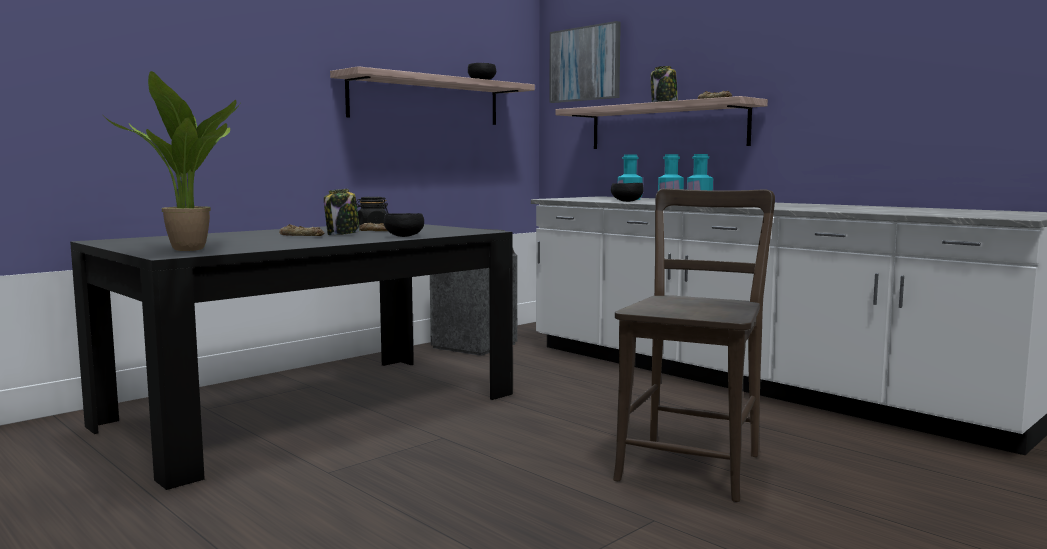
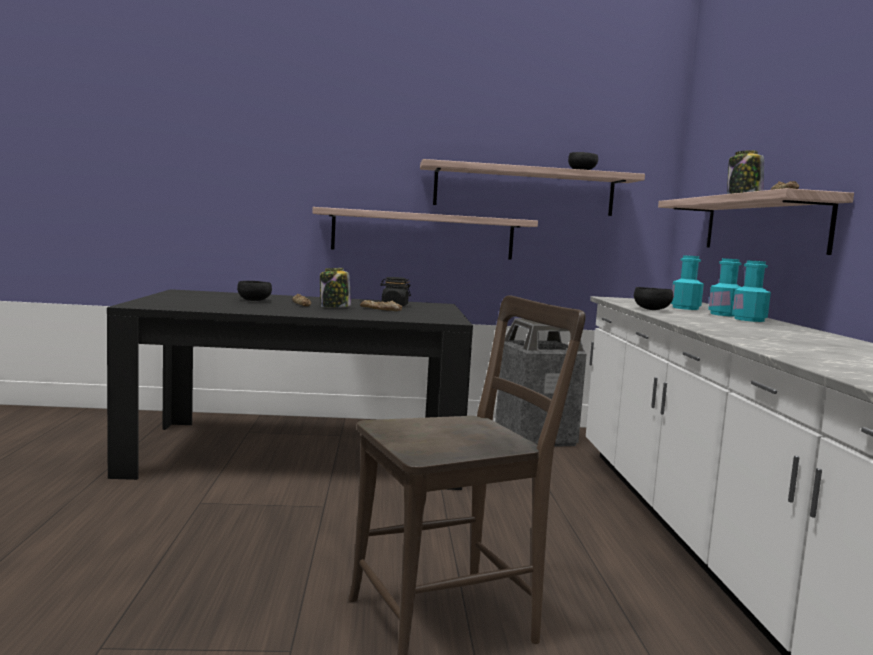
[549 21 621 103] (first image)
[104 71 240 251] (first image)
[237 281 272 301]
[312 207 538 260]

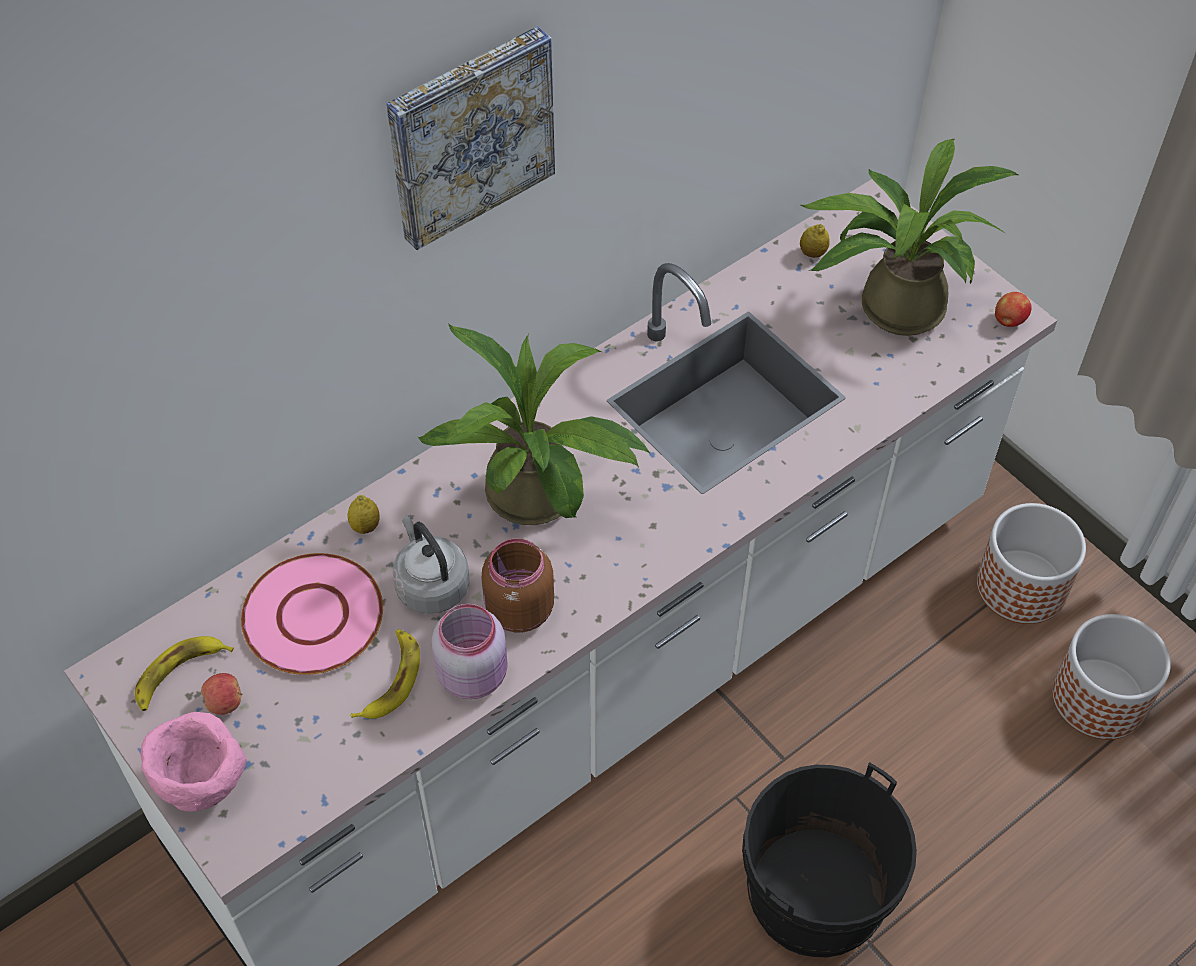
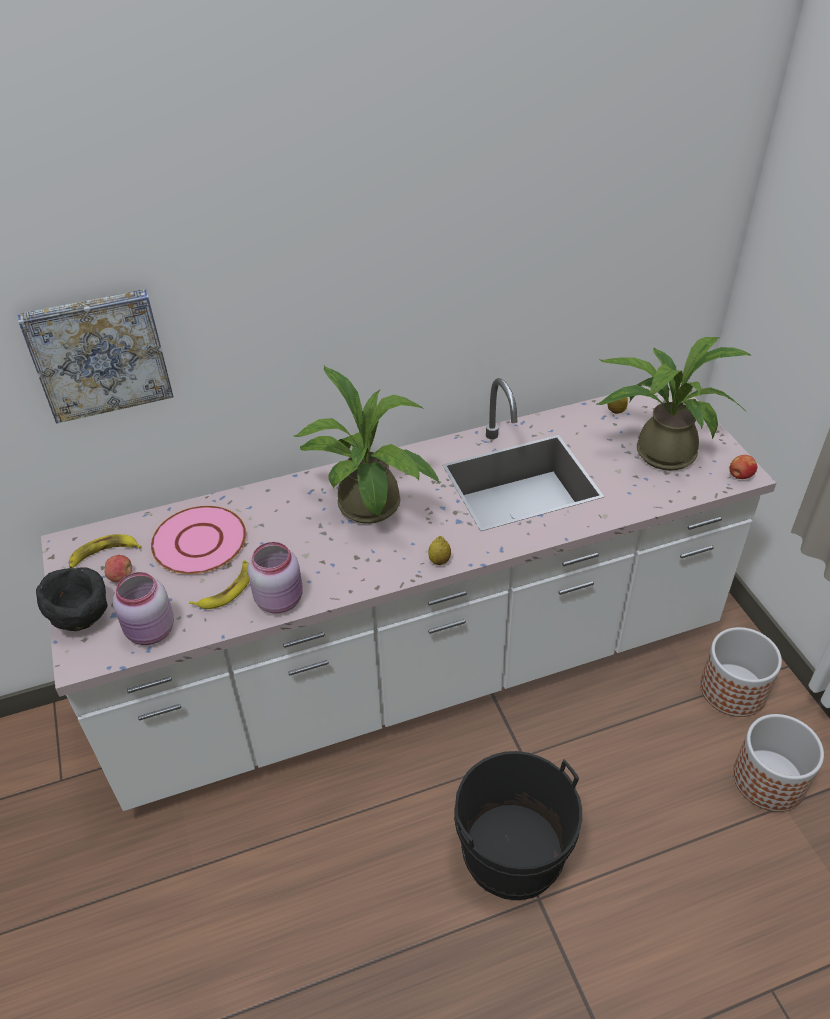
[18 289 174 424]
[428 536 451 565]
[393 516 469 614] (first image)
[482 538 554 633] (first image)
[36 567 108 631]
[113 572 174 645]

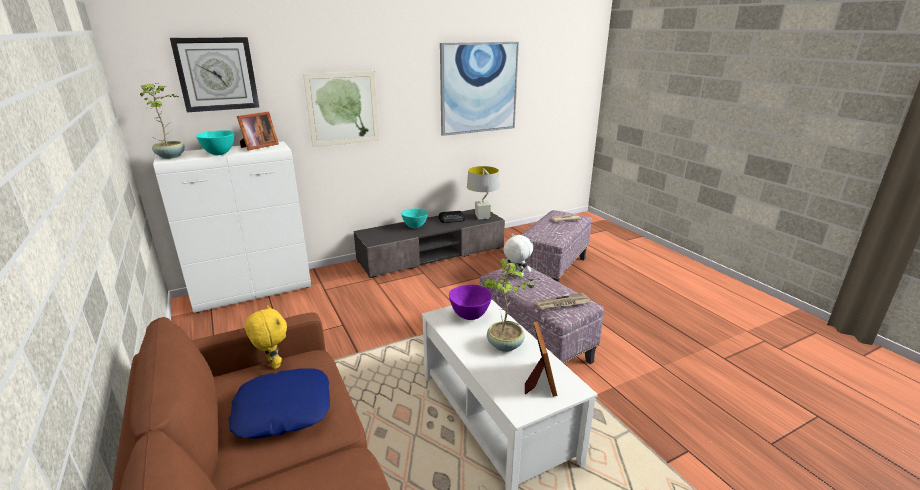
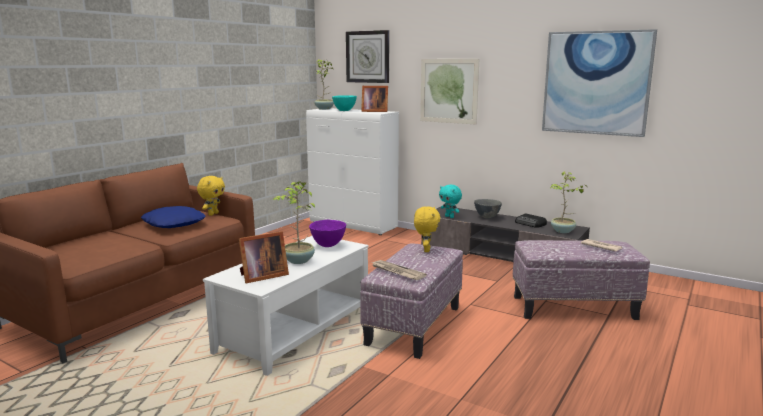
[550 171 588 233]
[474 199 502 218]
[414 206 440 252]
[439 185 462 218]

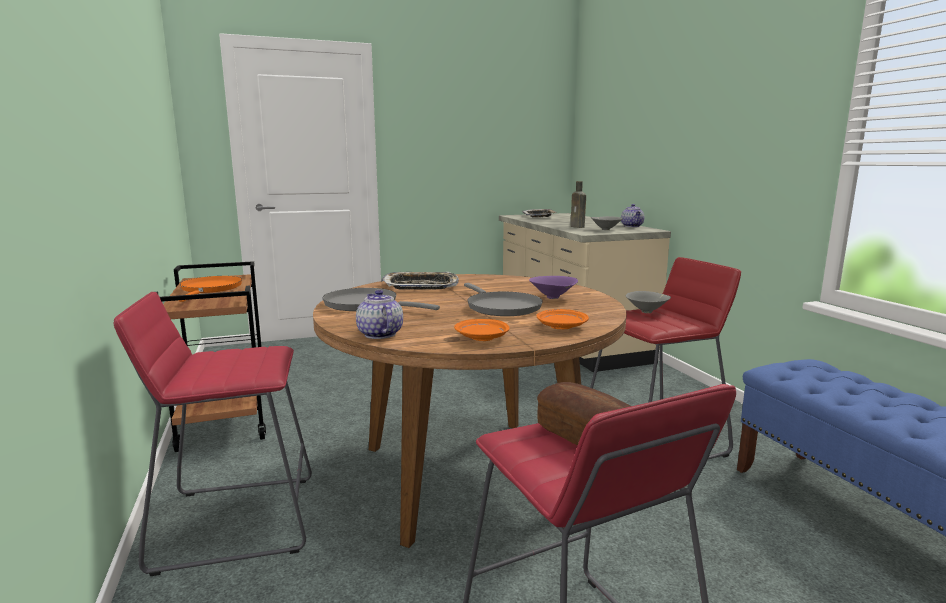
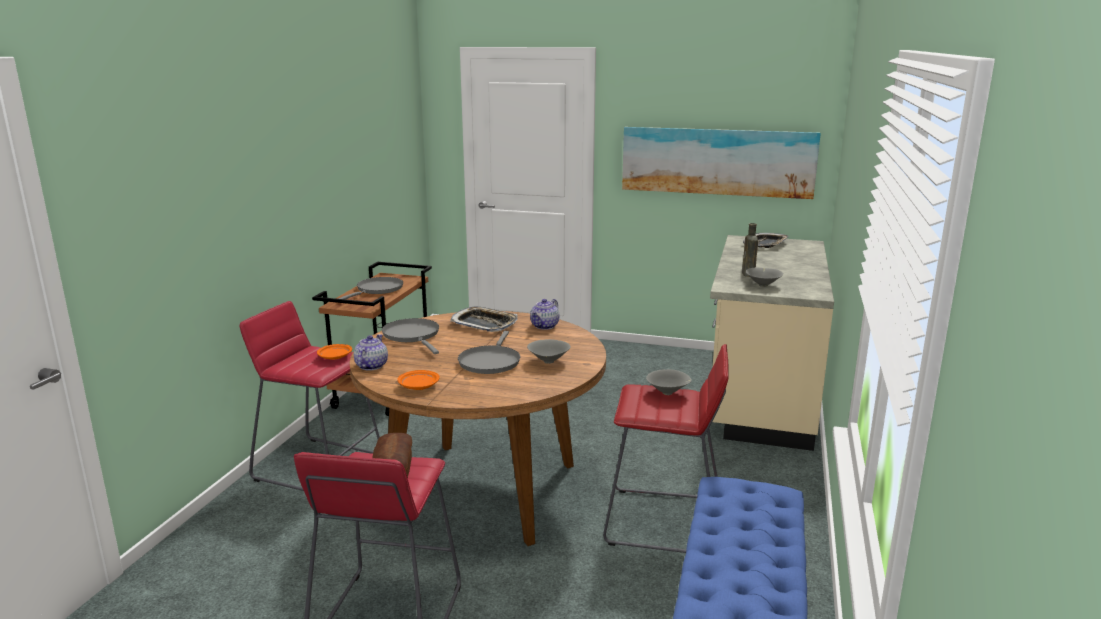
[530 299 559 330]
[338 277 403 299]
[527 339 571 364]
[317 344 352 360]
[622 127 821 199]

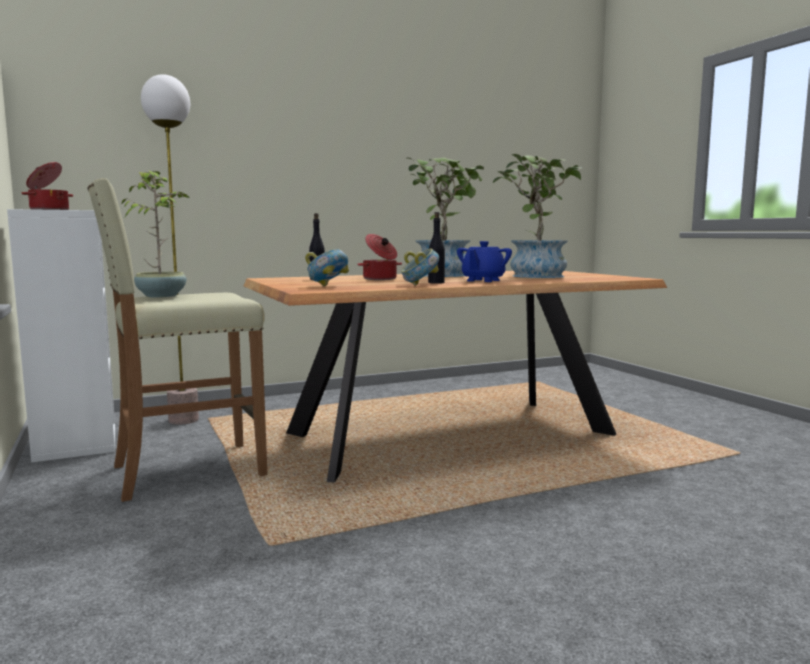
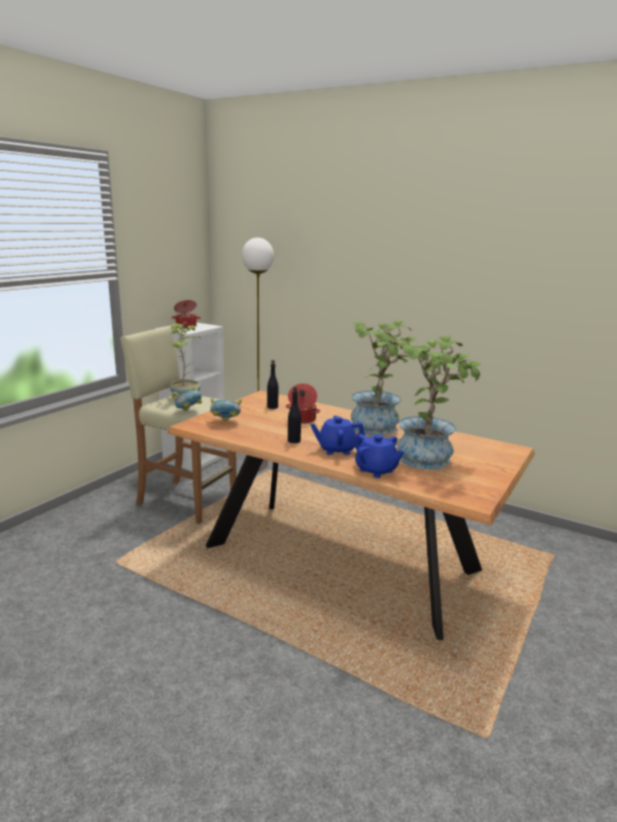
[172 387 202 411]
[354 434 404 478]

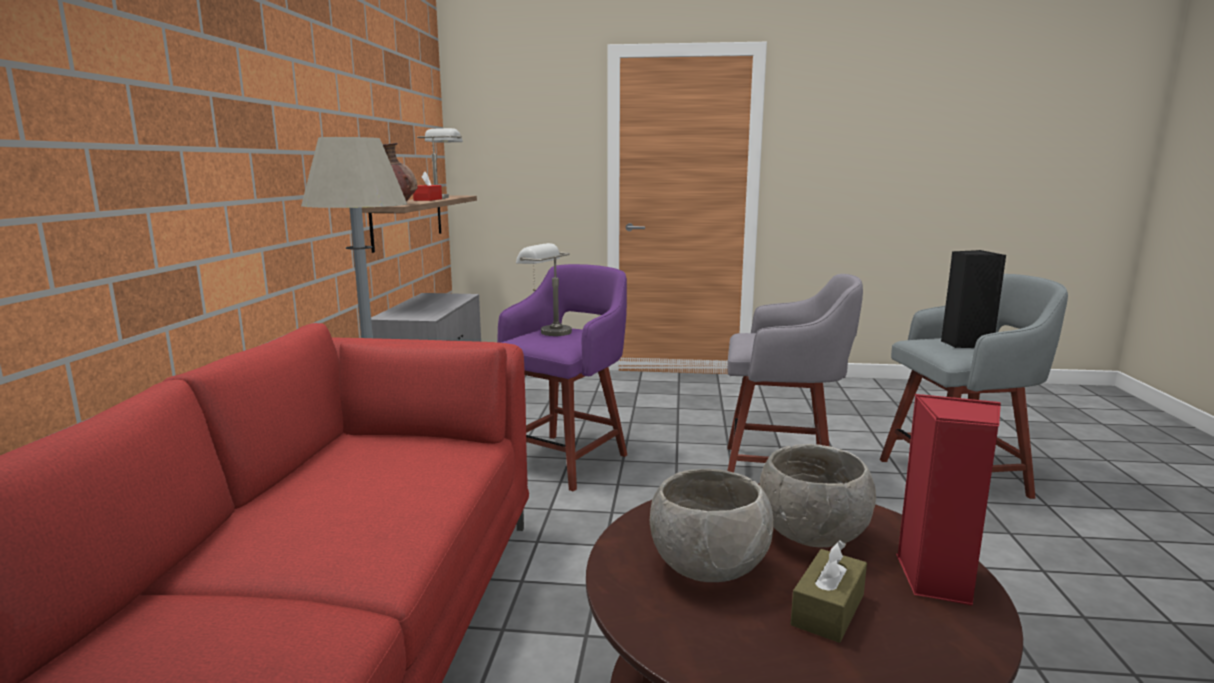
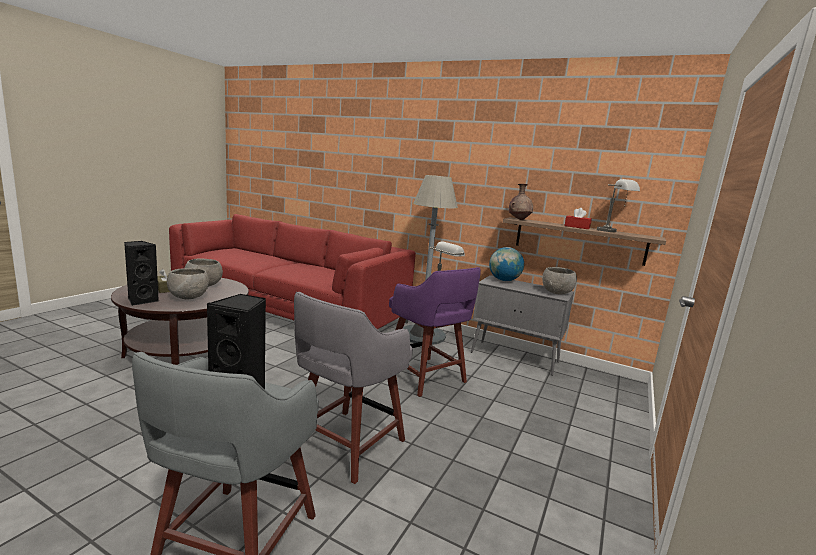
[124 241 159 306]
[489 247 524 281]
[542 267 577 294]

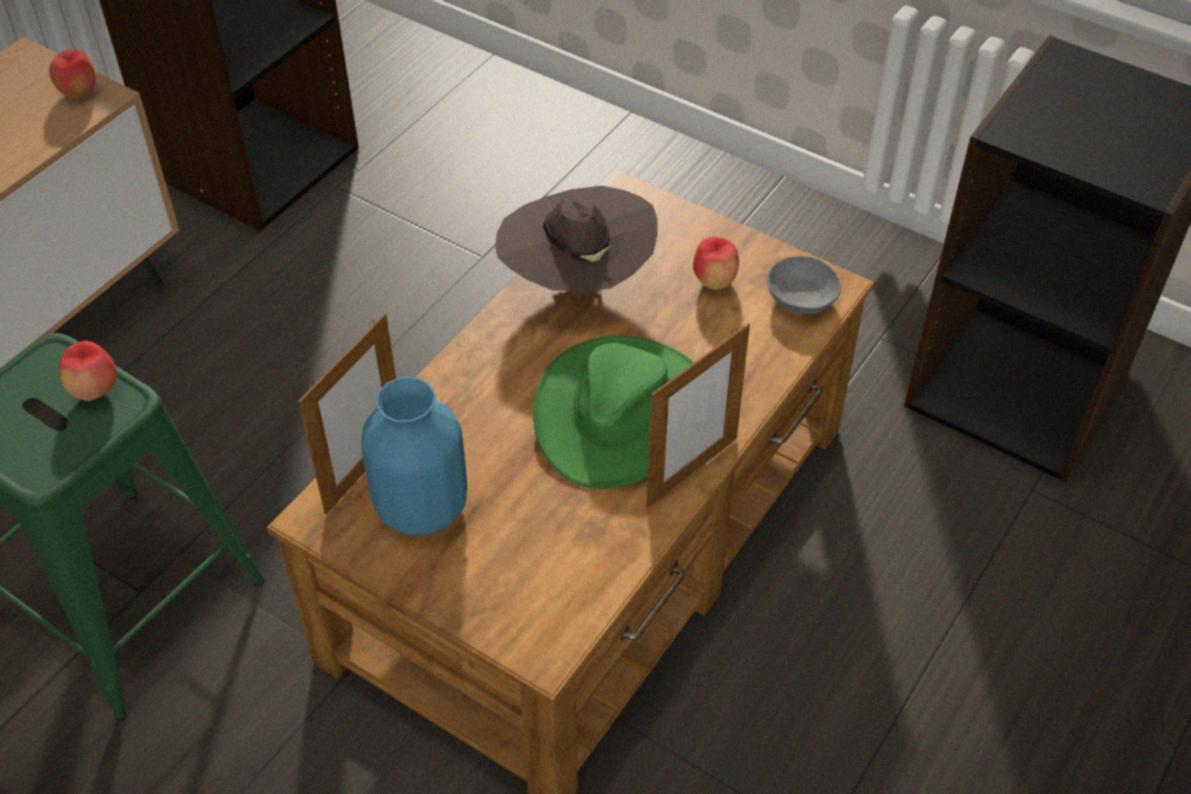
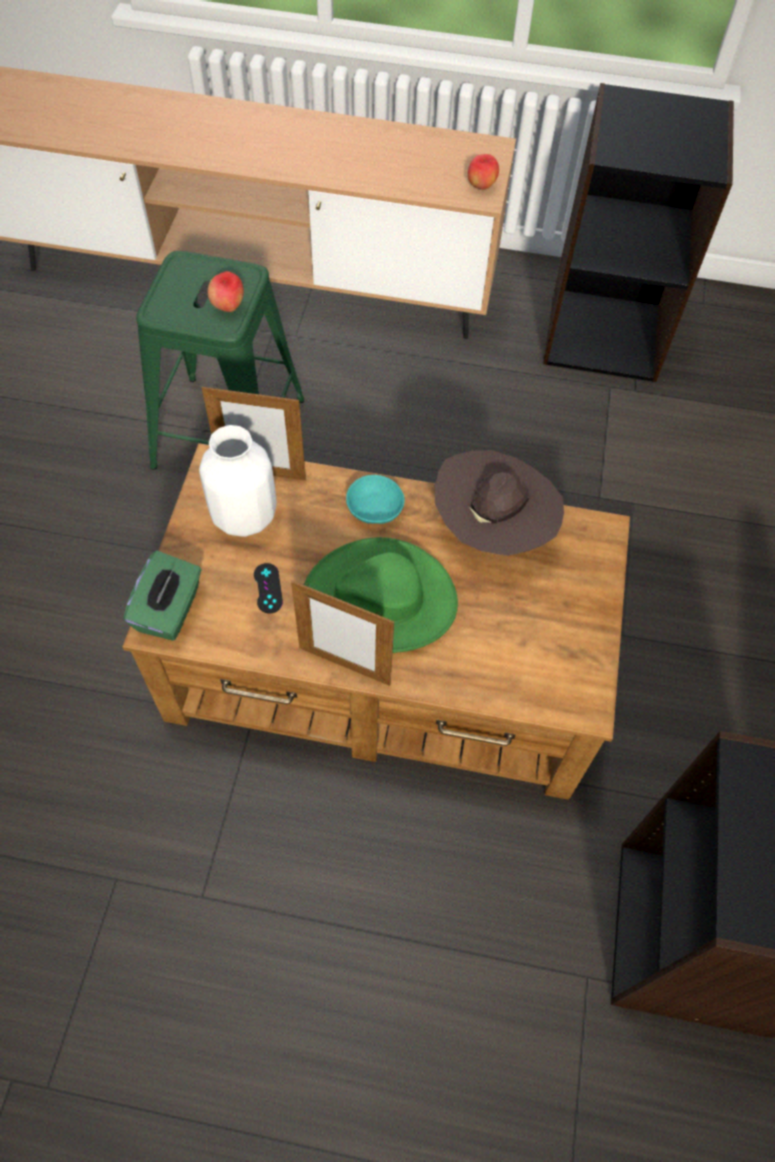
[693 237 739 289] (first image)
[767 256 841 314] (first image)
[199 425 277 537]
[346 475 405 524]
[123 550 202 641]
[254 563 283 613]

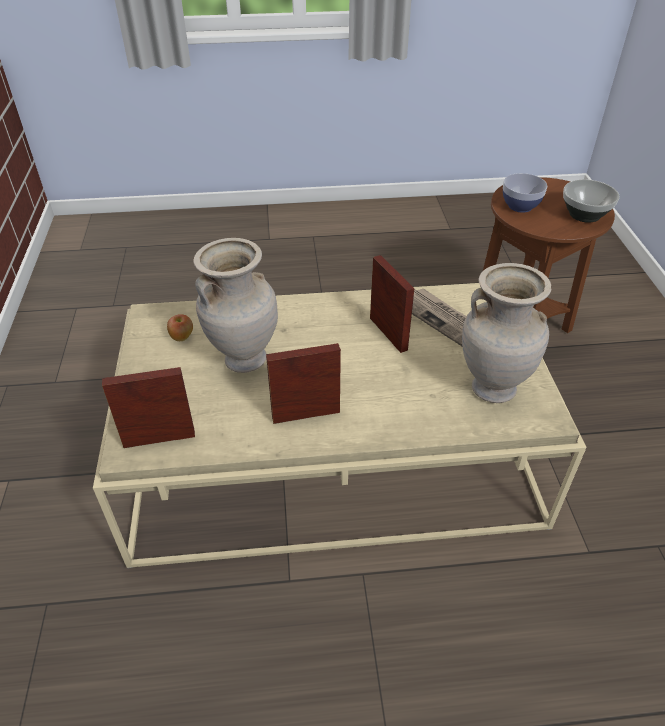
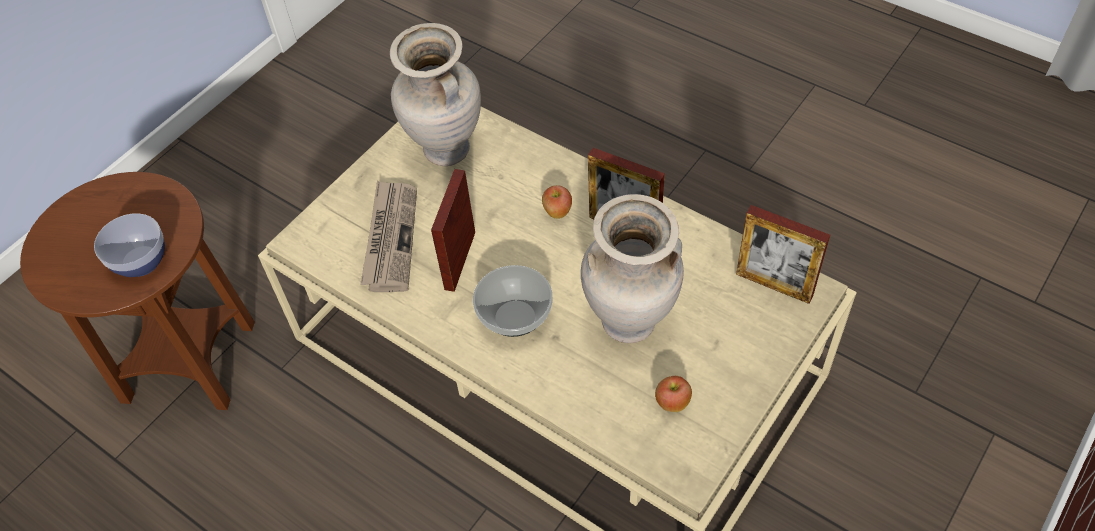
[473 265 553 337]
[542 185 572 219]

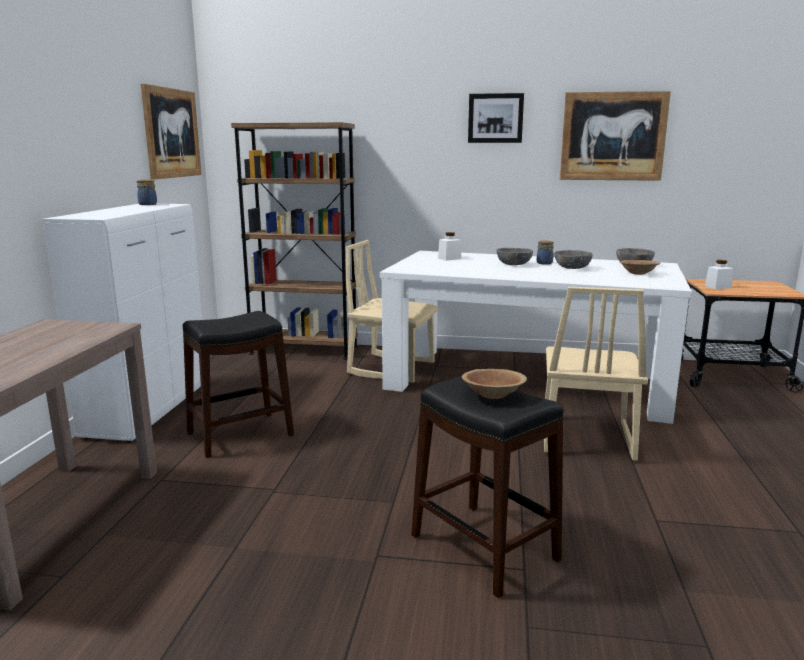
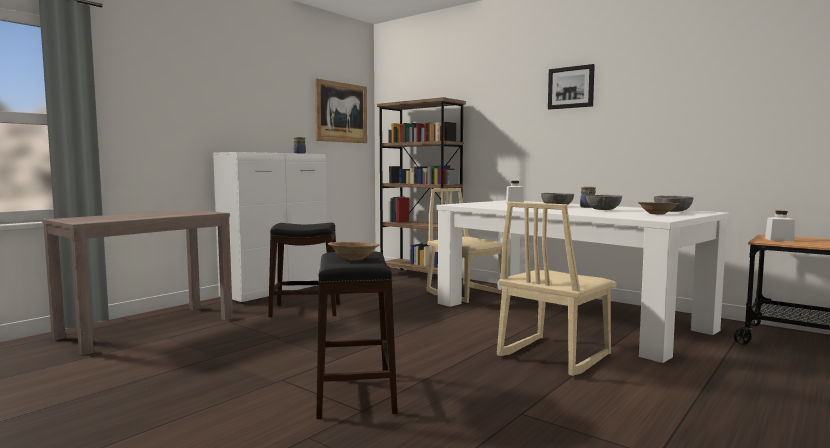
[560 91 671 181] (first image)

